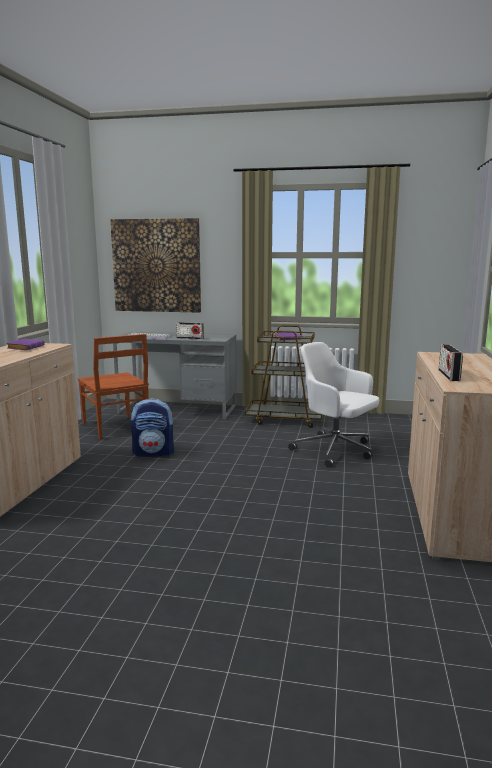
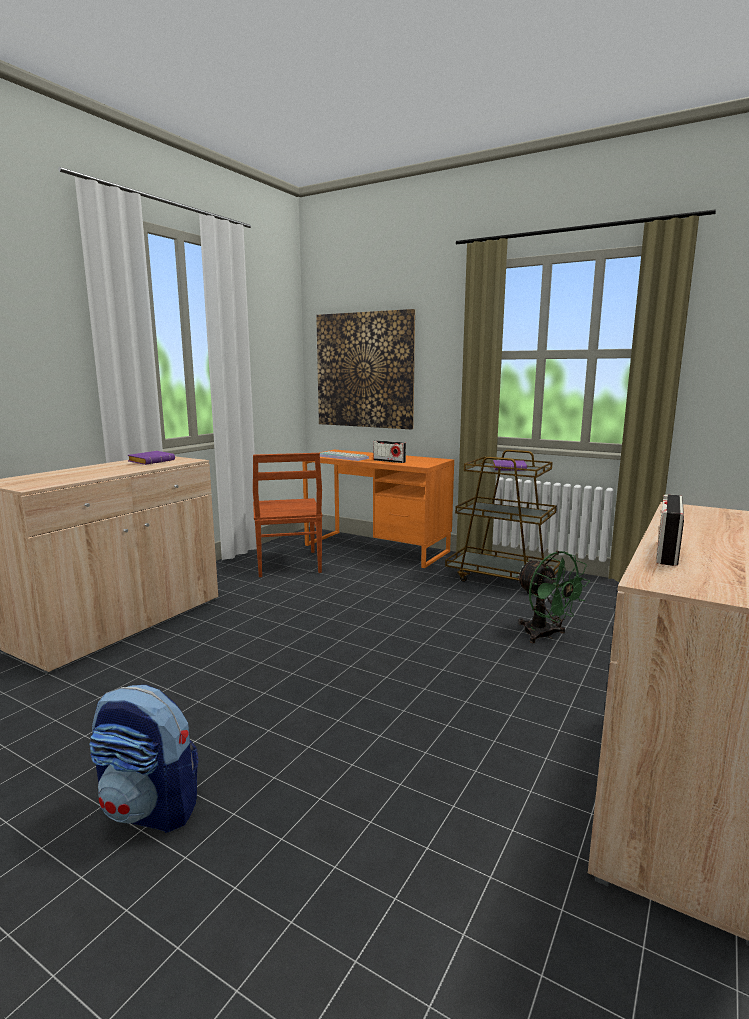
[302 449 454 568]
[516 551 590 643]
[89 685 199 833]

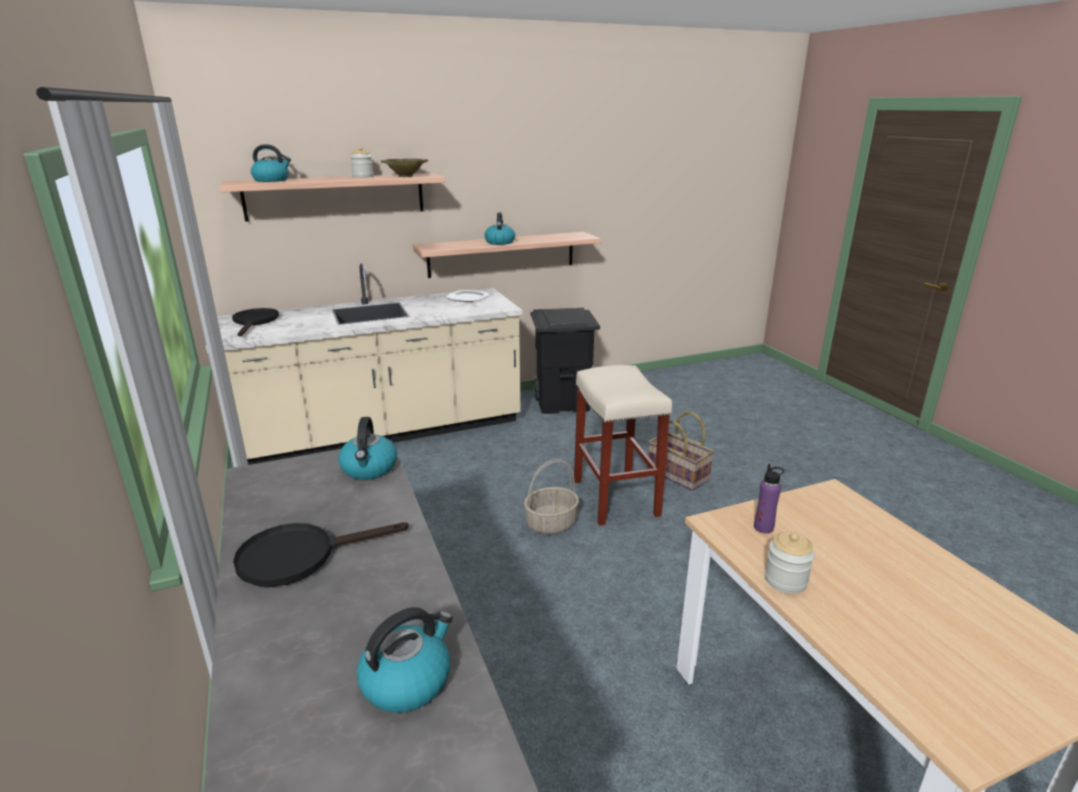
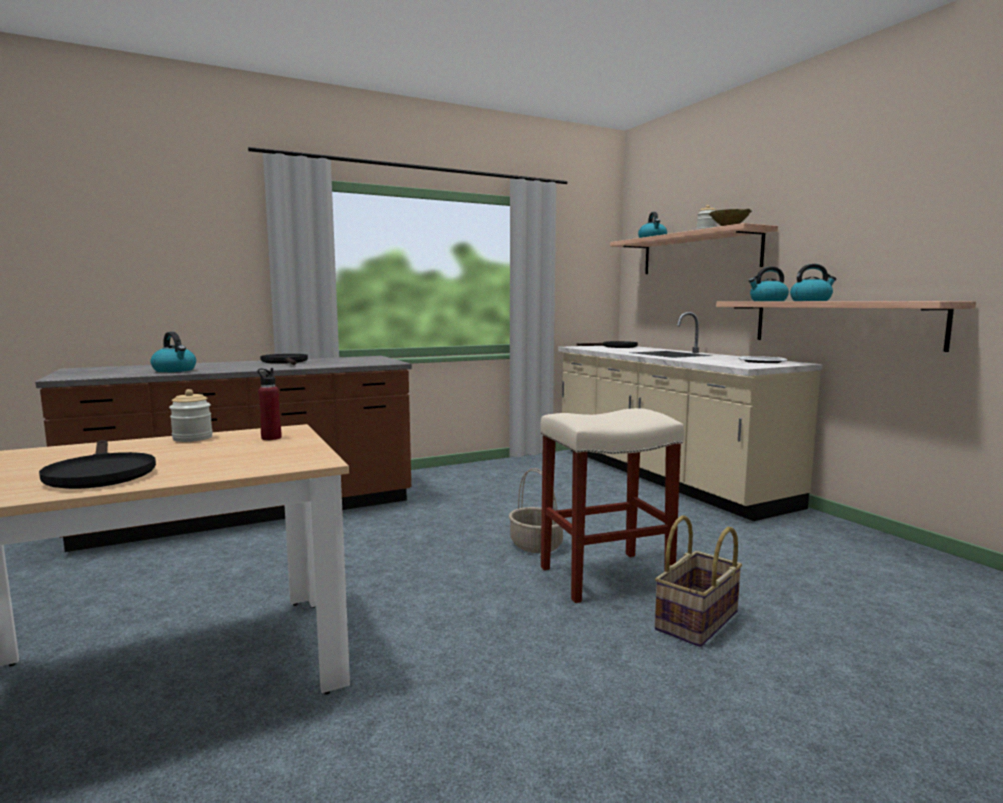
[531 308 600 414] (first image)
[748 267 789 301]
[257 368 281 440]
[39 440 156 489]

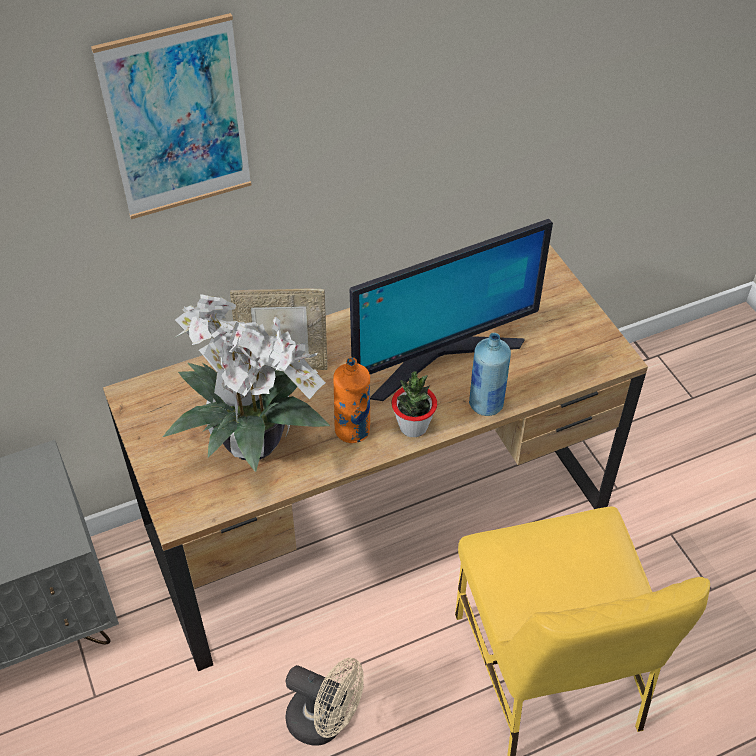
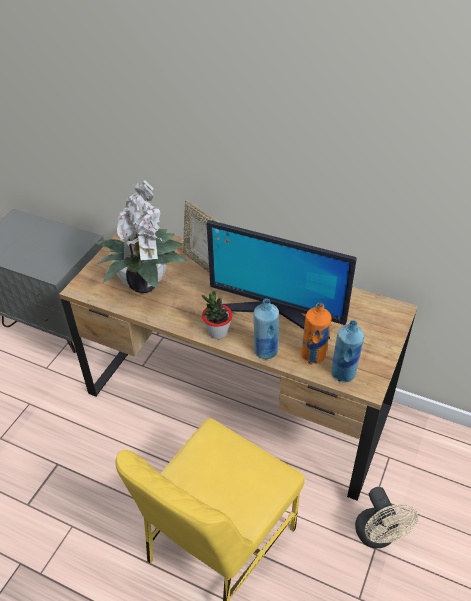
[91 13 251 219] (first image)
[301 303 332 364]
[355 487 418 548]
[331 320 364 382]

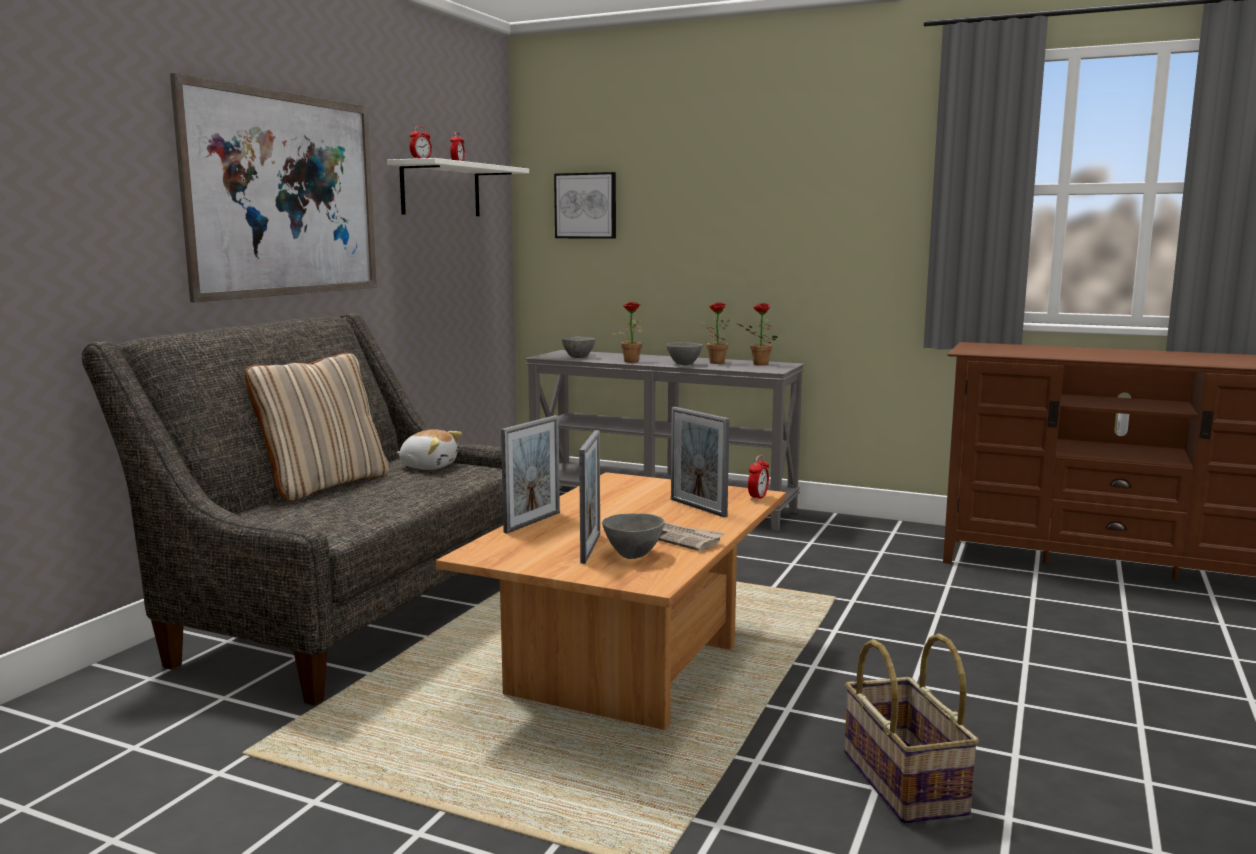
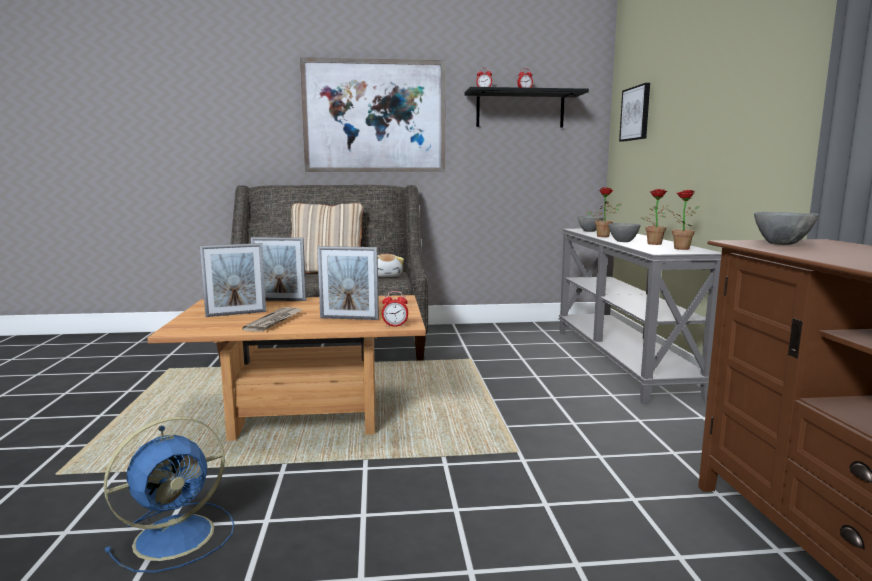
[464 87 589 128]
[317 246 379 320]
[754 212 819 245]
[104 417 234 572]

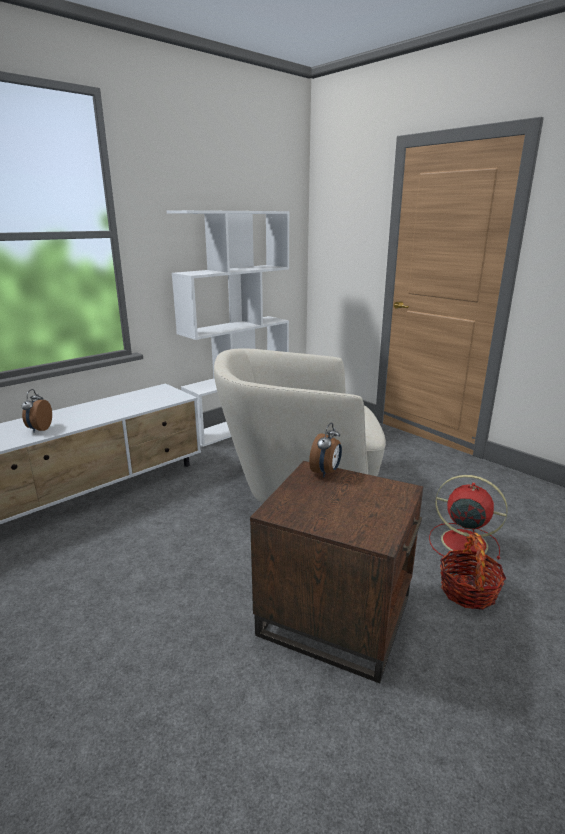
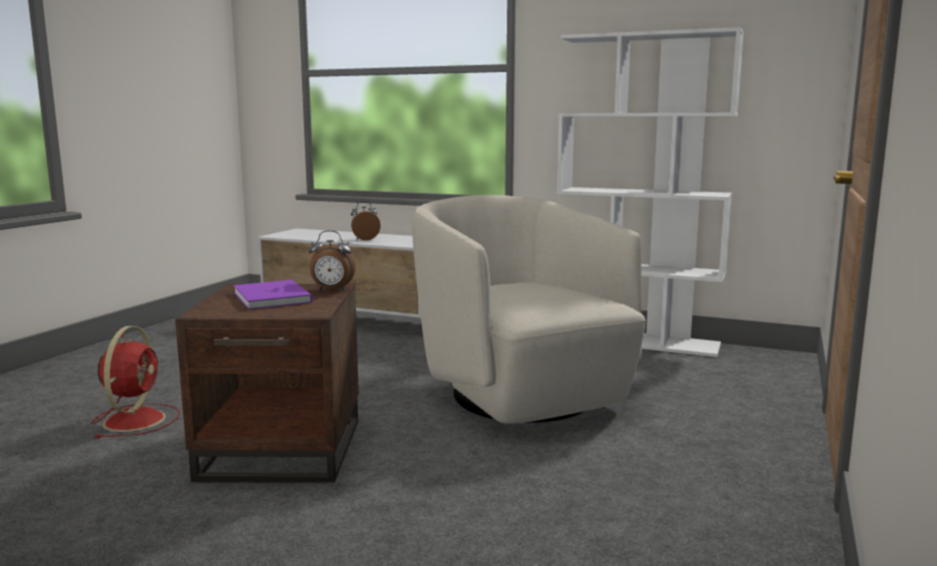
[92 326 180 438]
[440 532 507 610] (first image)
[233 280 313 310]

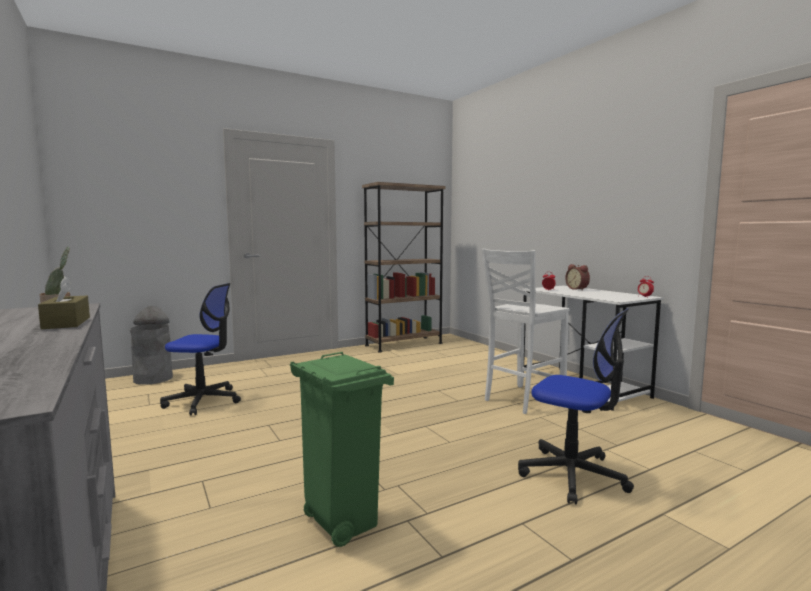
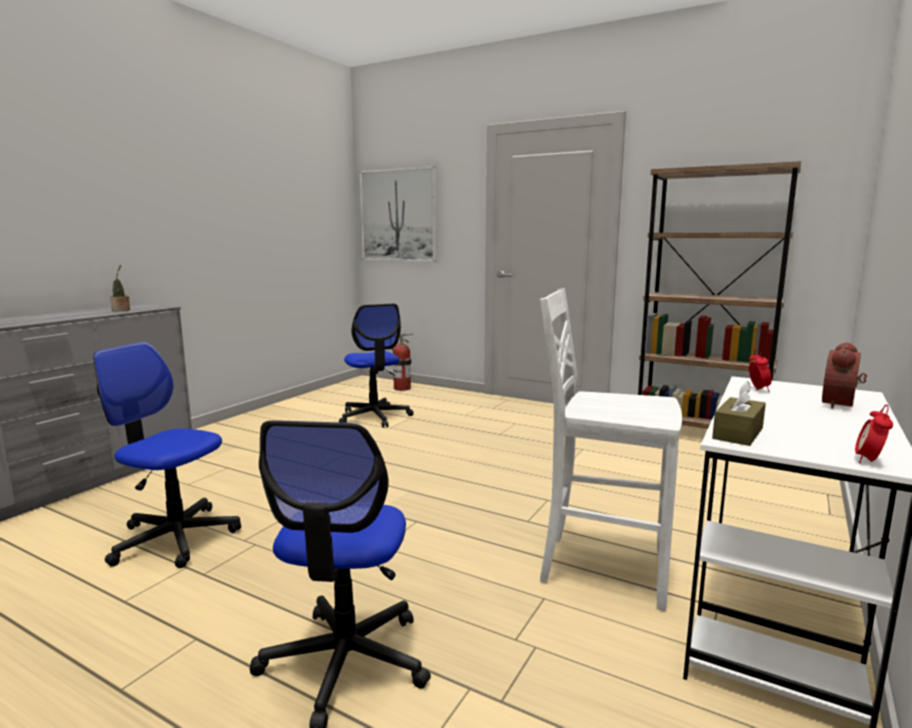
[712 381 766 446]
[392 333 413 391]
[93 342 241 568]
[360 166 437 262]

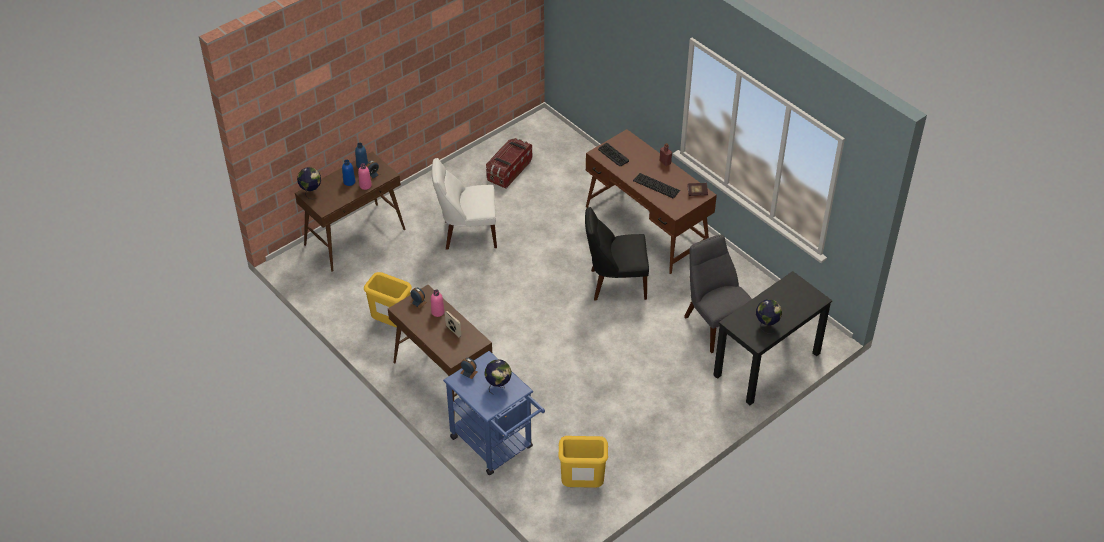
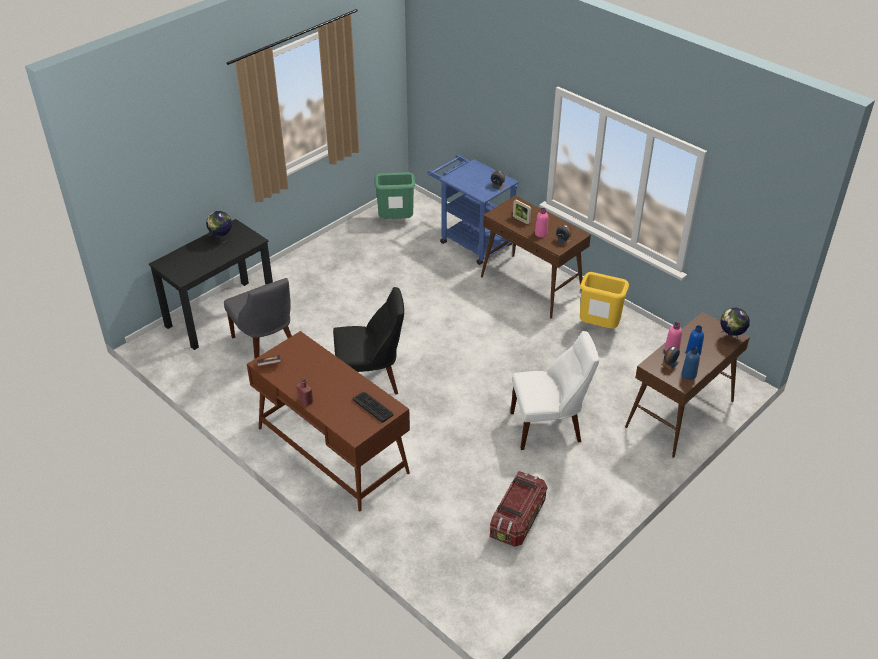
[633 173 680 199] (first image)
[484 360 512 393] (first image)
[374 172 415 219]

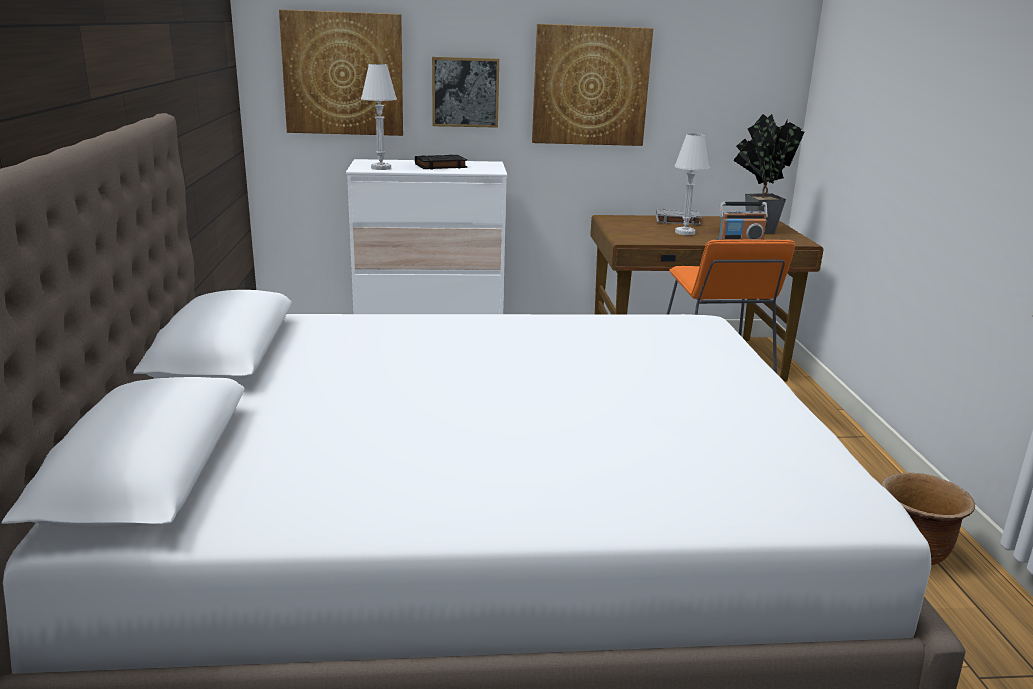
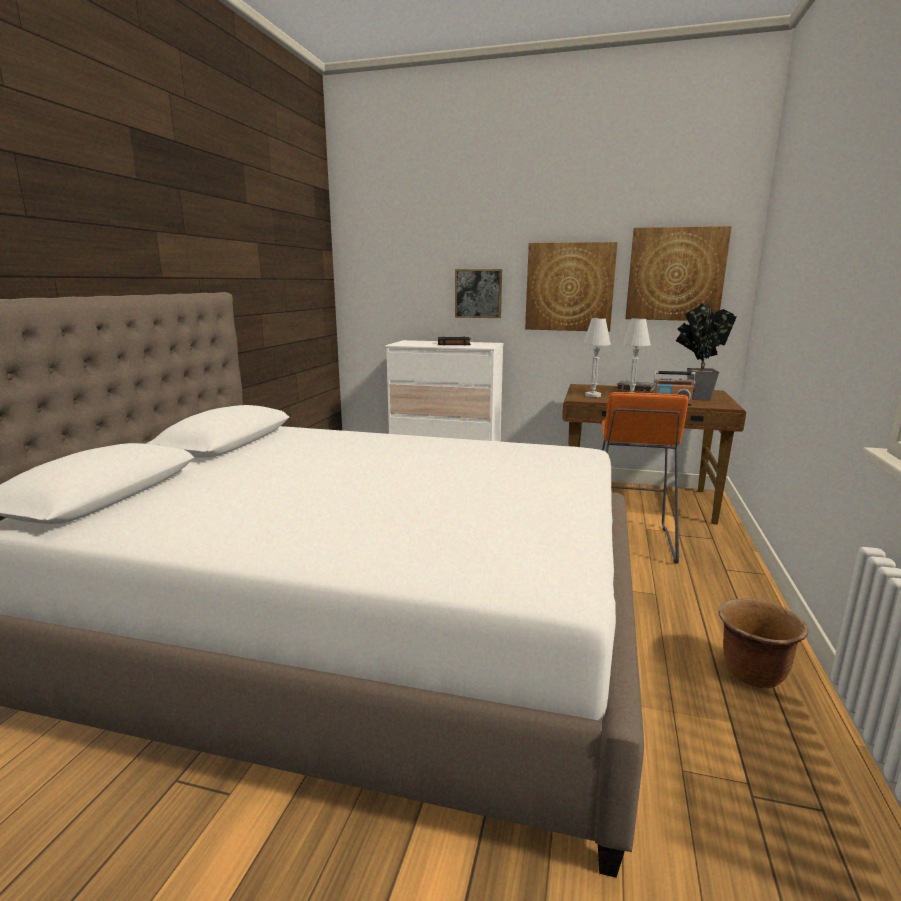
[625 226 732 321]
[583 318 611 397]

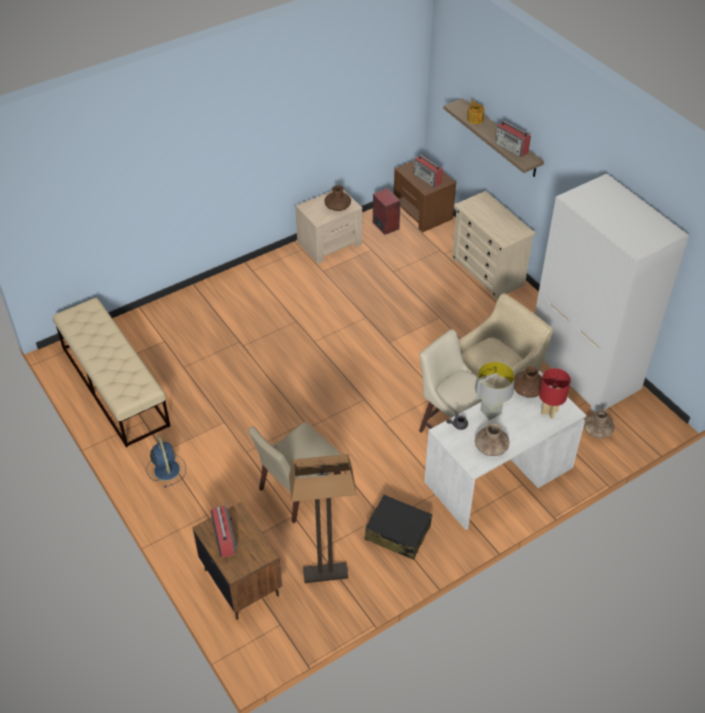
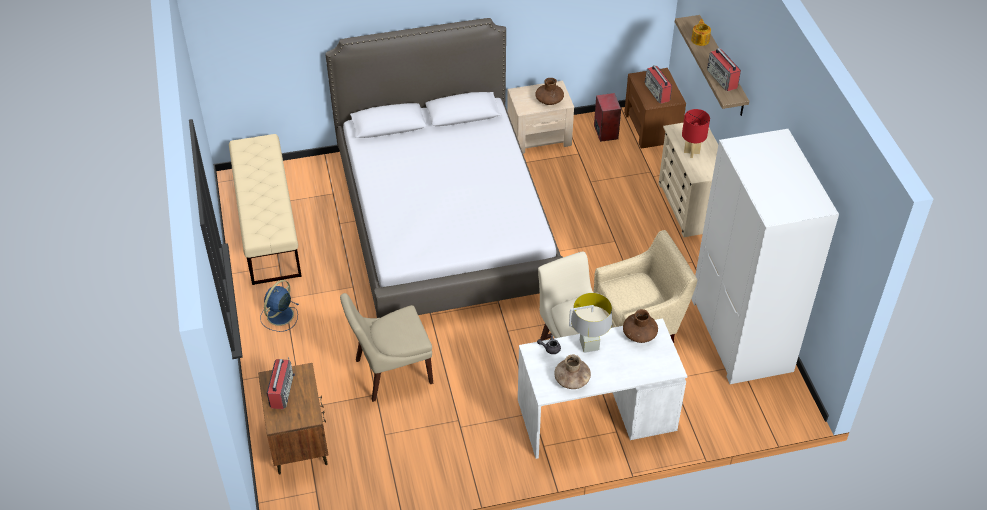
[682 109 710 158]
[584 409 615 439] (first image)
[260 280 298 332]
[289 454 357 583] (first image)
[365 495 432 560] (first image)
[325 18 563 318]

